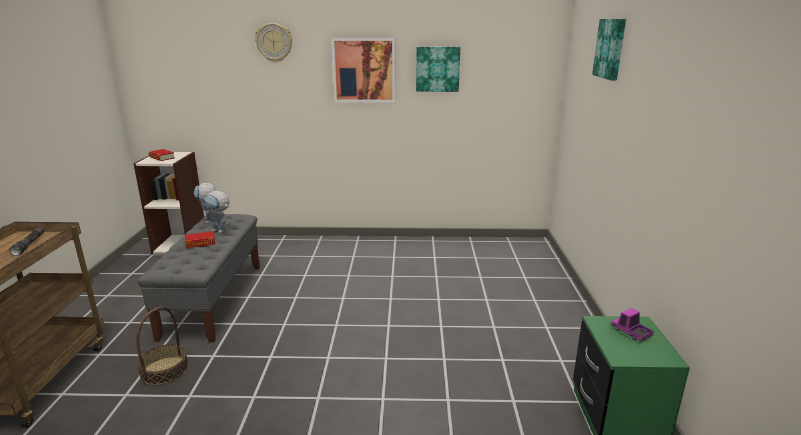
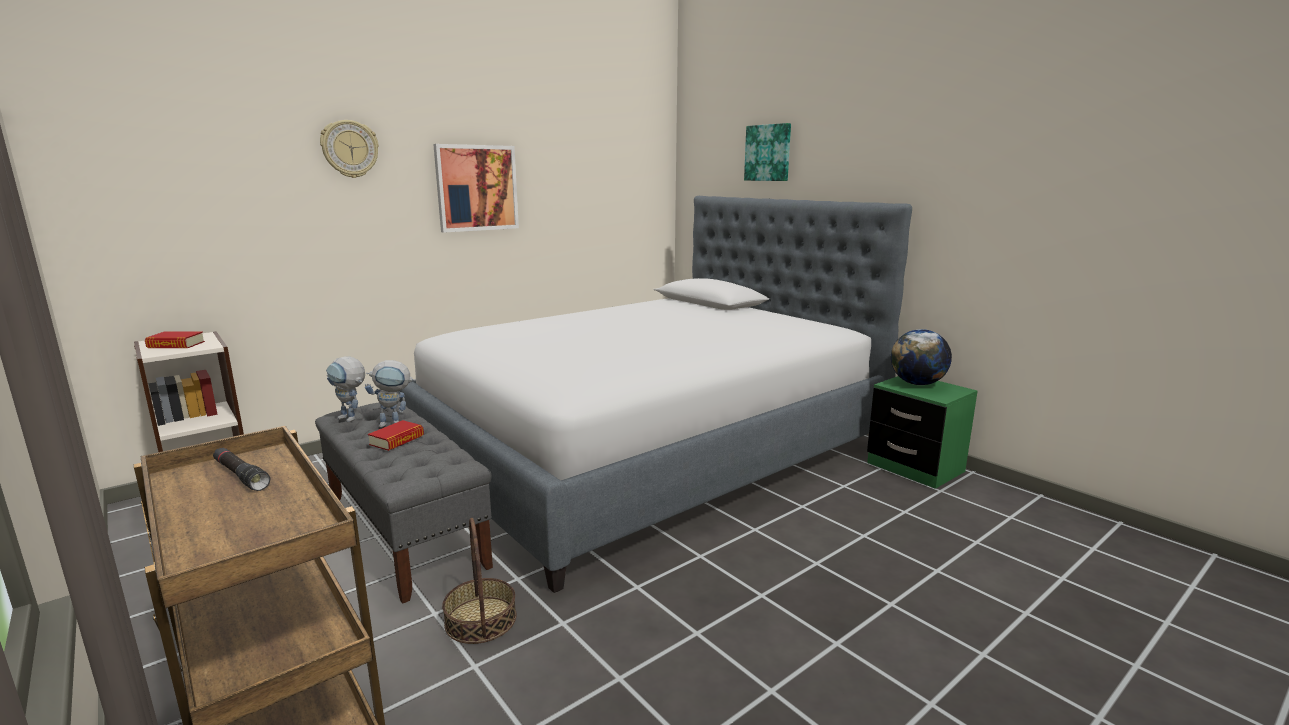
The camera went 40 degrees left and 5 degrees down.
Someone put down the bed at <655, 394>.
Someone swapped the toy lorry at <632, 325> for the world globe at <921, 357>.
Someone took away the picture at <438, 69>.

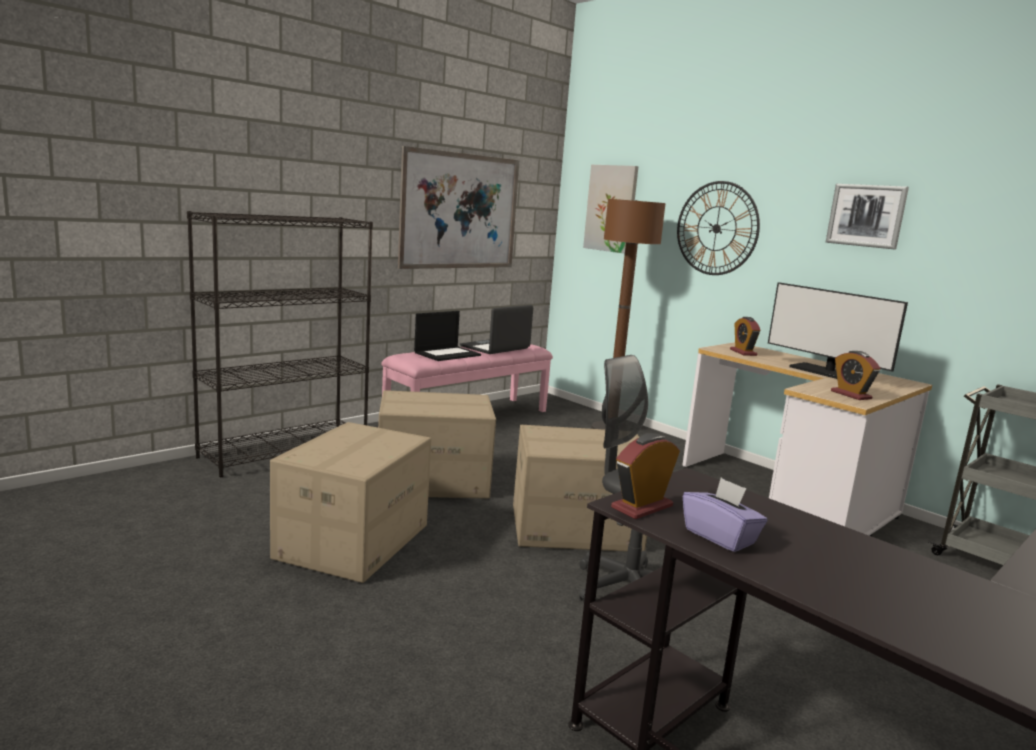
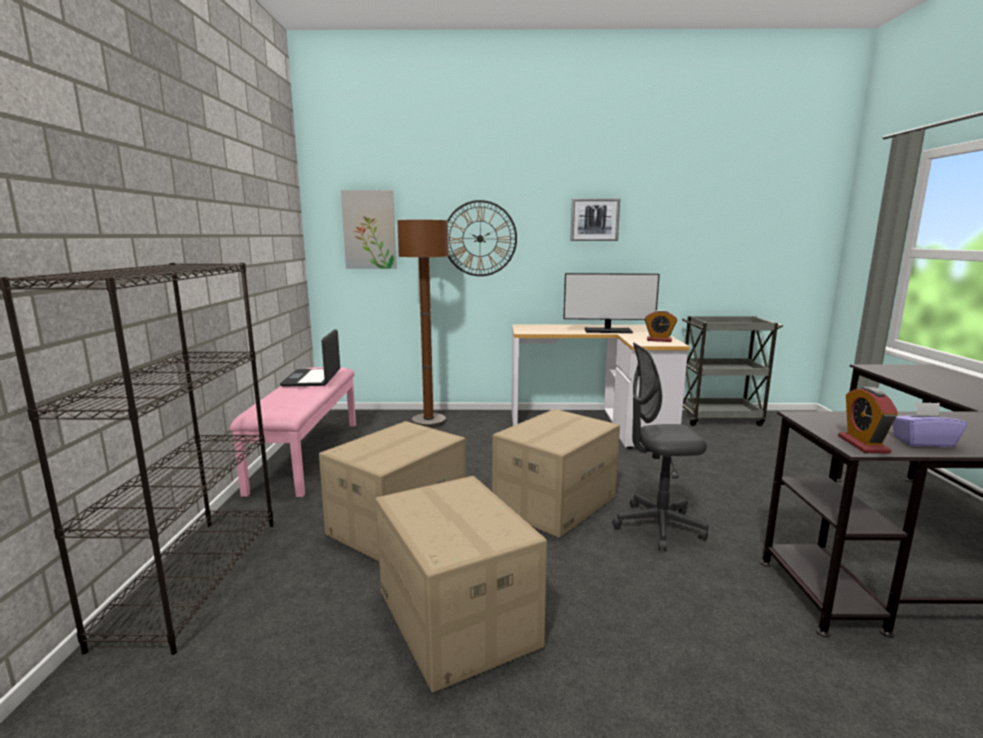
The camera went 45 degrees left and 0 degrees up.
Someone took away the picture at <458, 207>.
Someone took away the notebook computer at <447, 336>.
Someone took away the table clock at <745, 336>.

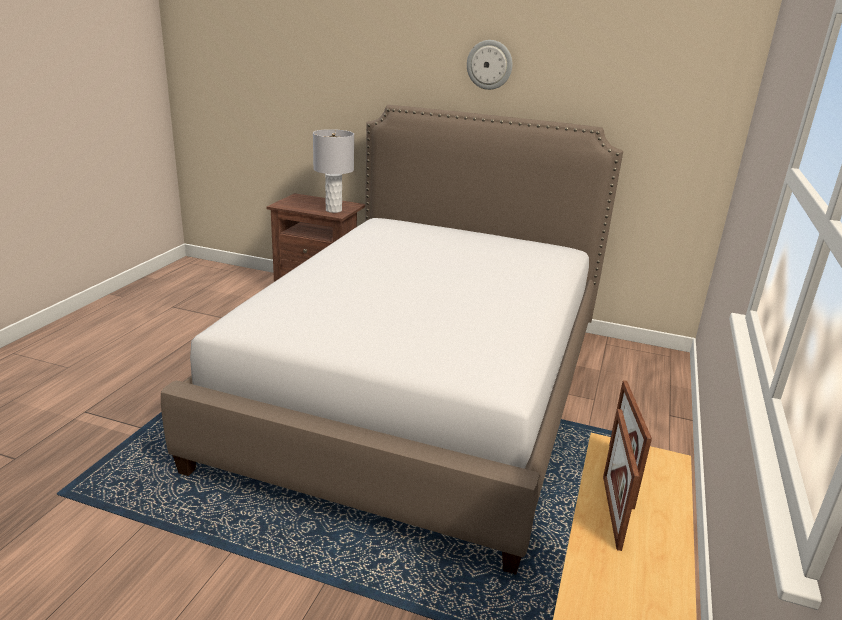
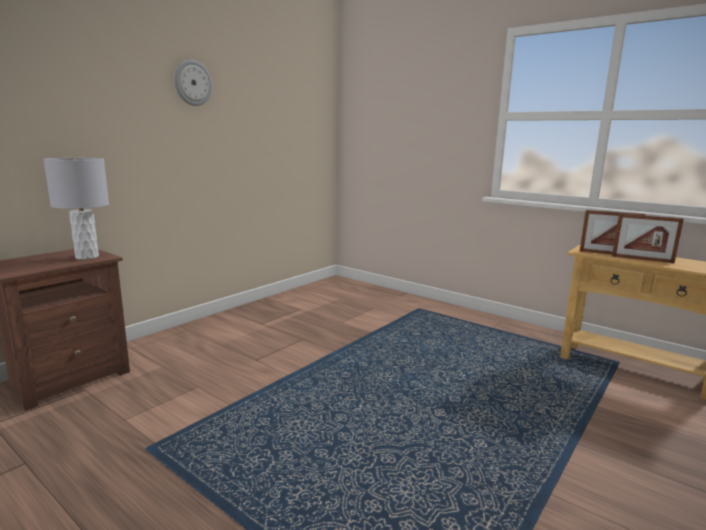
The camera went 70 degrees left and 10 degrees down.
Someone took away the bed at <392, 340>.

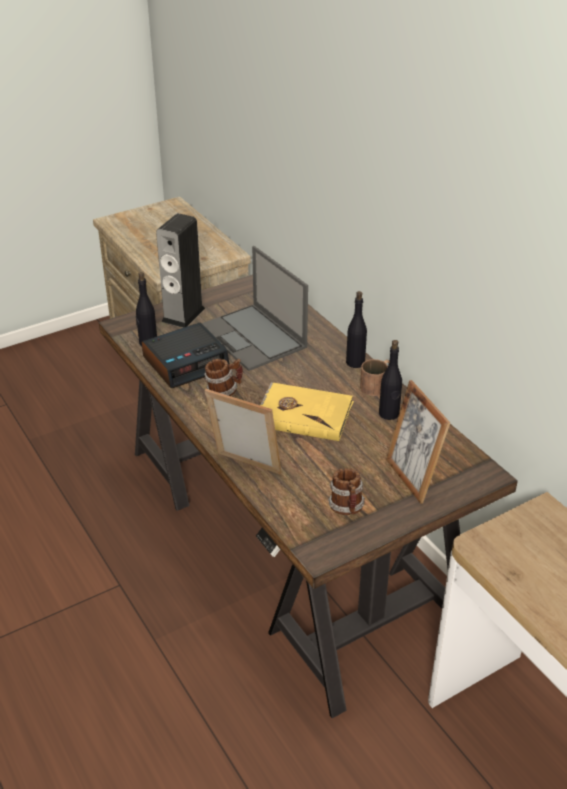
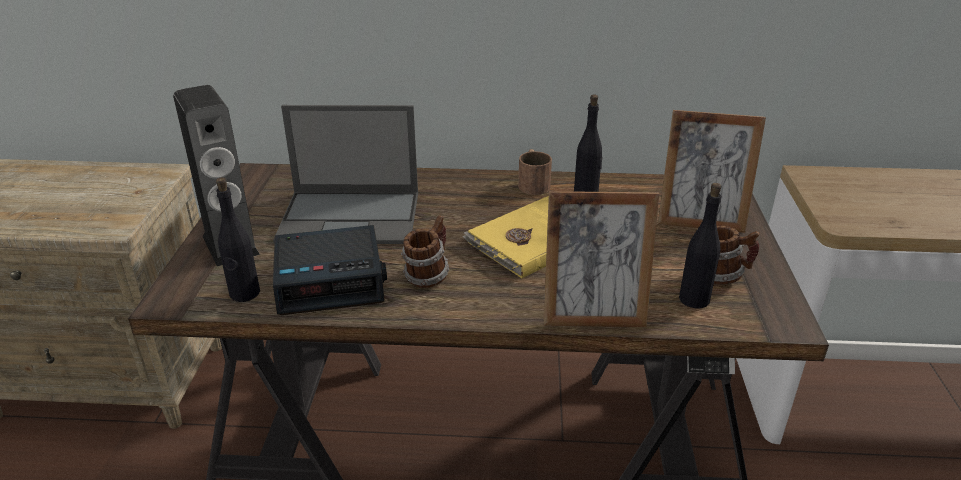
The camera went 55 degrees left and 5 degrees down.
Someone rotated the table clock at <185, 355> by 75 degrees clockwise.
Someone rotated the standing frame at <243, 431> by 150 degrees counterclockwise.
Someone carried the blackish beverage bottle from <356, 329> to <700, 246>.

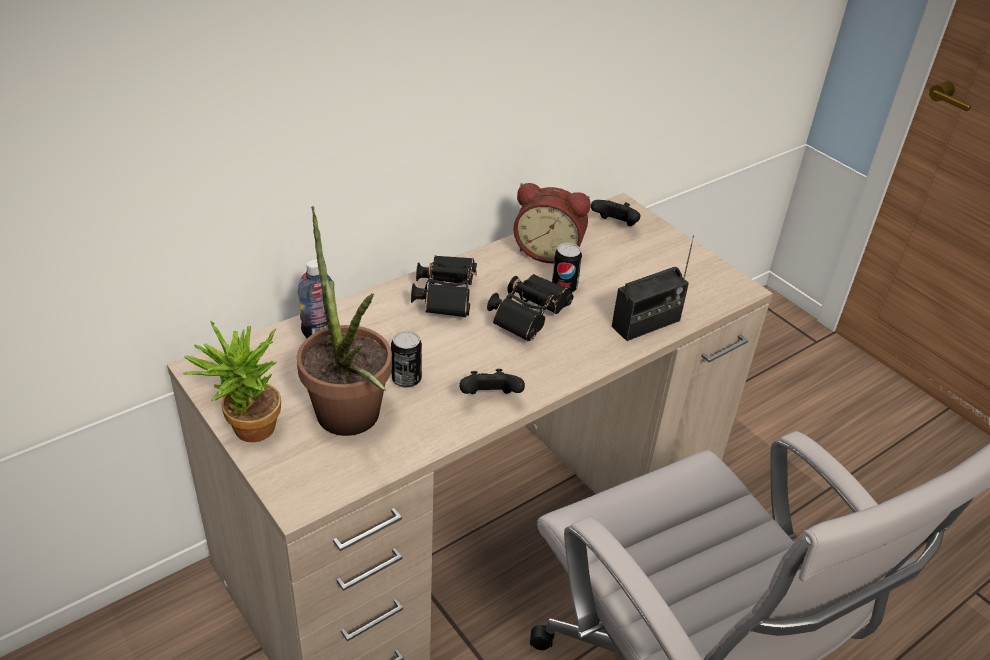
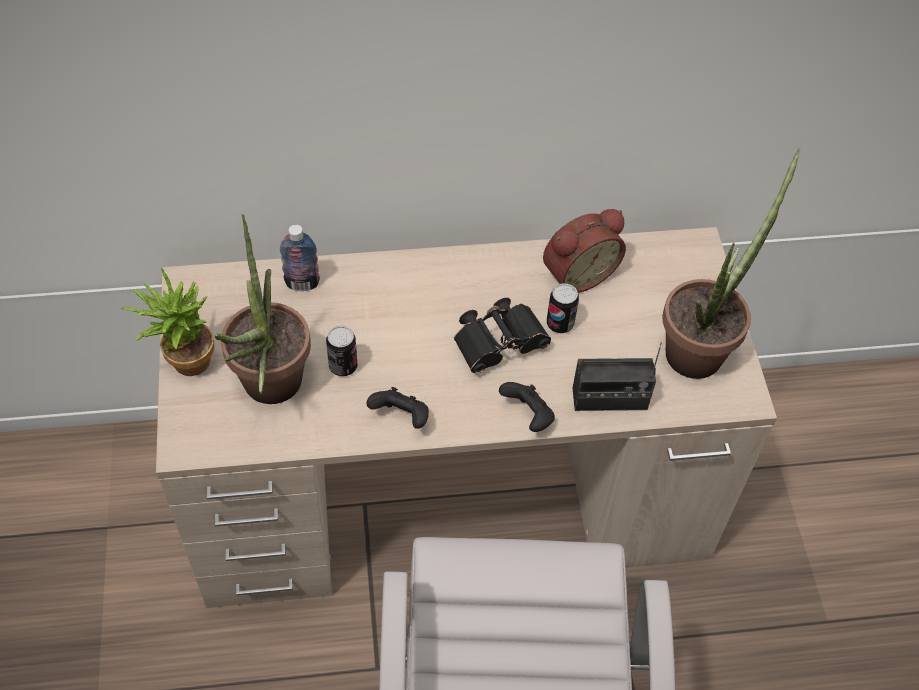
The camera went 30 degrees right and 15 degrees up.
Someone carried the blackish gamepad from <615, 213> to <527, 407>.
Someone rotated the table clock at <552, 223> by 75 degrees counterclockwise.
Someone put down the potted plant at <731, 263>.
Someone took away the blackish field glasses at <444, 286>.

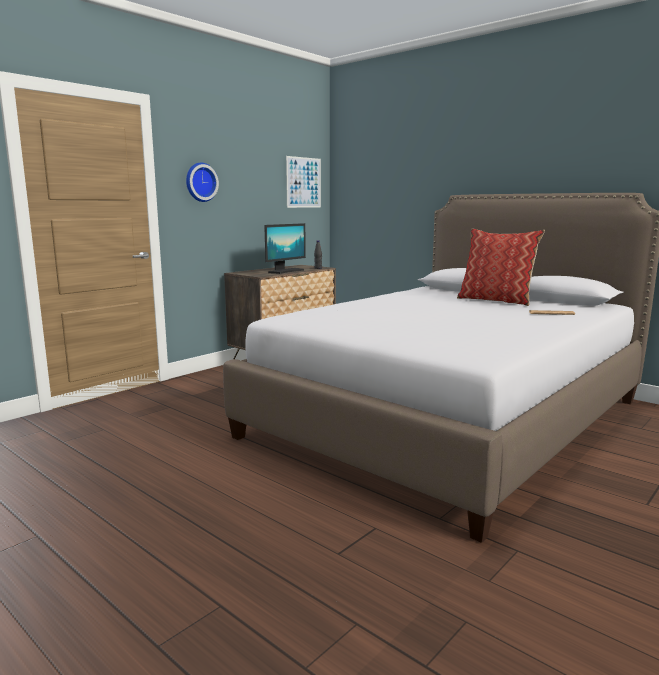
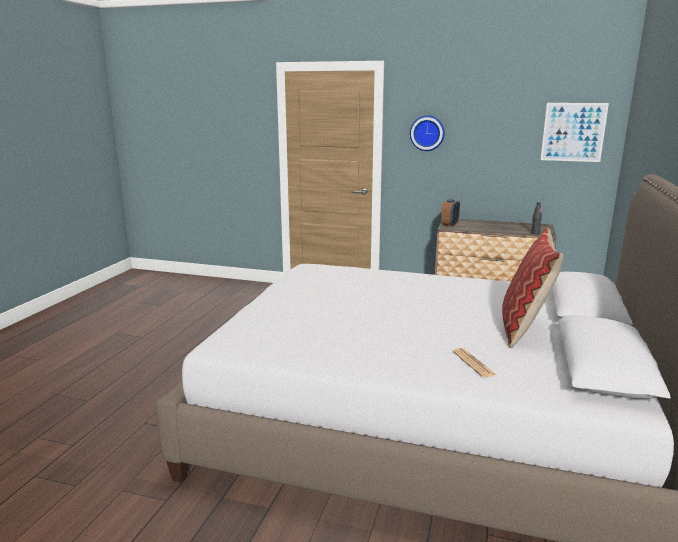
The camera went 65 degrees right and 5 degrees up.
Someone put down the table clock at <450, 213>.
Someone took away the monitor at <285, 248>.

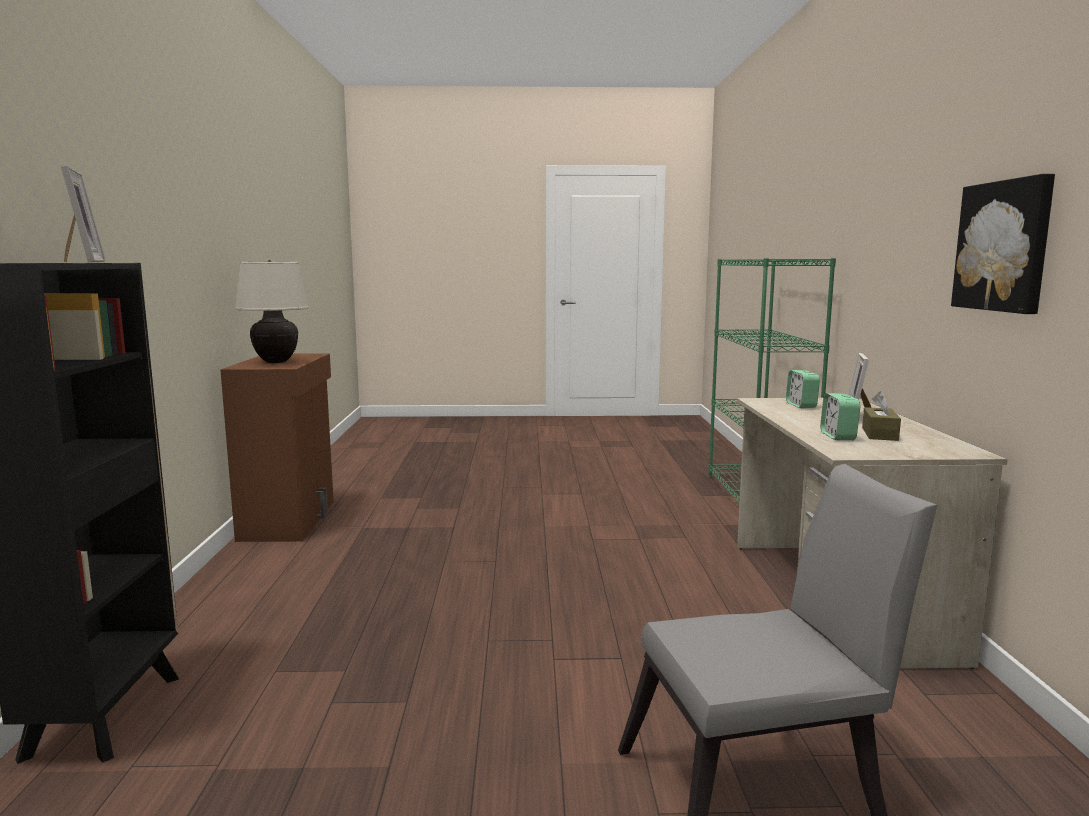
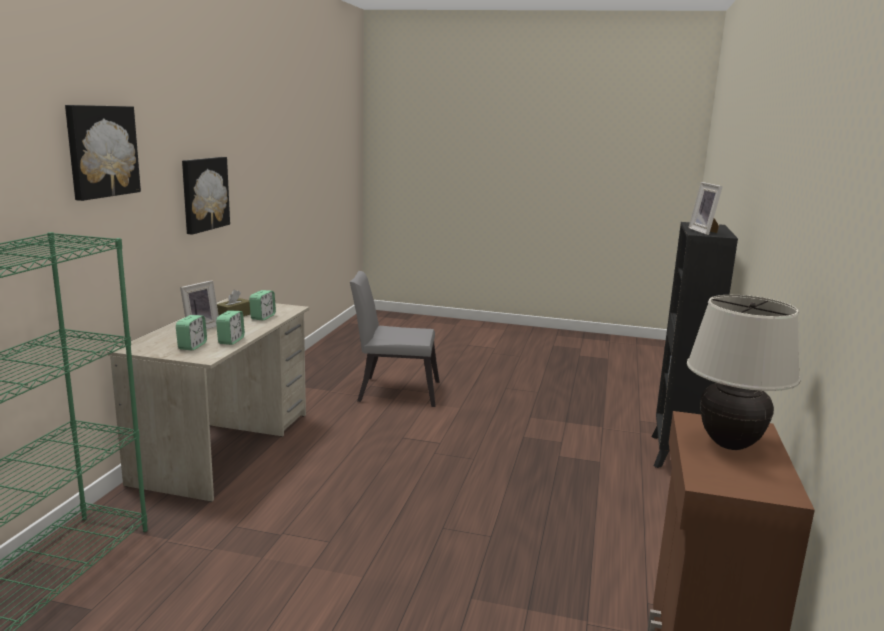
The camera went 165 degrees left and 5 degrees up.
Someone put up the picture at <103, 153>.
Someone put down the table clock at <230, 328>.

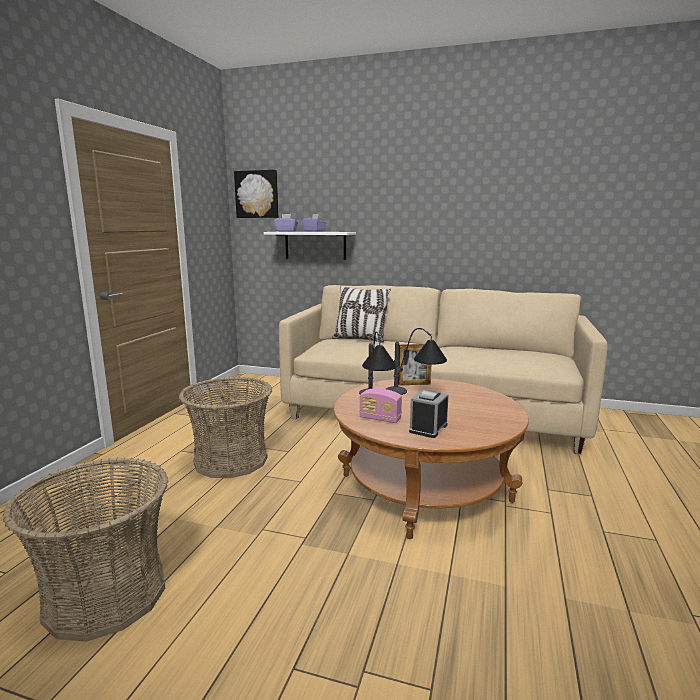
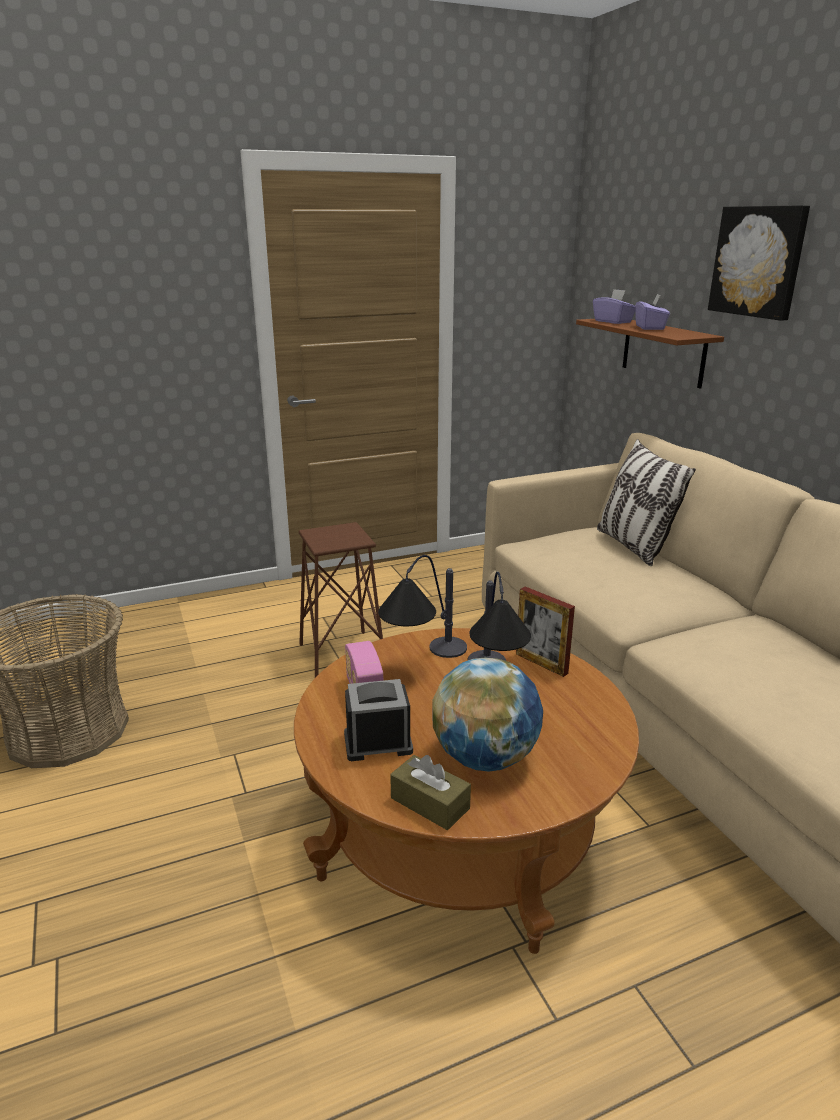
The camera went 50 degrees right and 10 degrees up.
Someone swapped the storage basket at <225, 427> for the brownish sitting stool at <341, 600>.
Someone put down the brownish box of tissues at <430, 792>.
Someone put down the world globe at <487, 714>.
Someone repainted the white bracket shelf at <310, 246>, which became the brownish bracket shelf at <650, 354>.
Someone carried the picture from <256, 194> to <759, 263>.

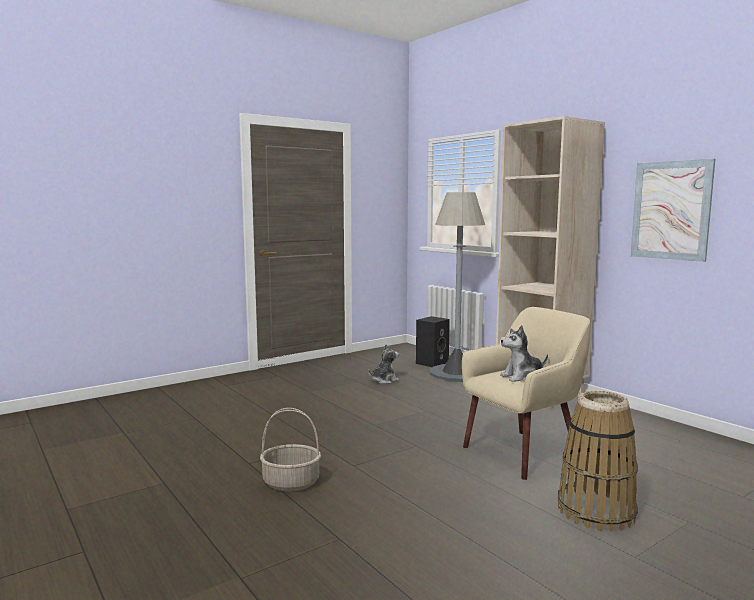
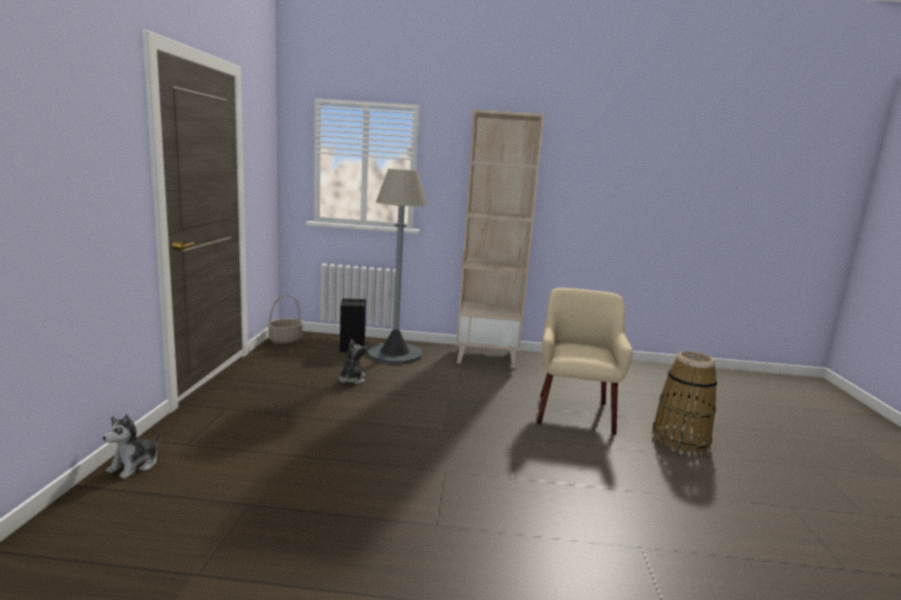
The camera went 50 degrees left and 5 degrees up.
Someone carried the plush toy from <524, 353> to <132, 446>.
Someone carried the storage basket from <290, 449> to <285, 319>.
Someone took away the picture at <673, 210>.

